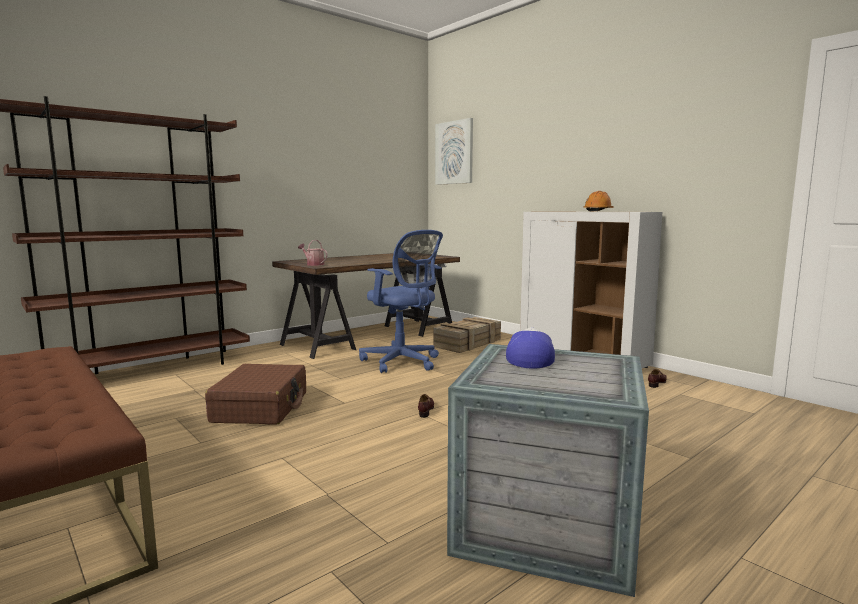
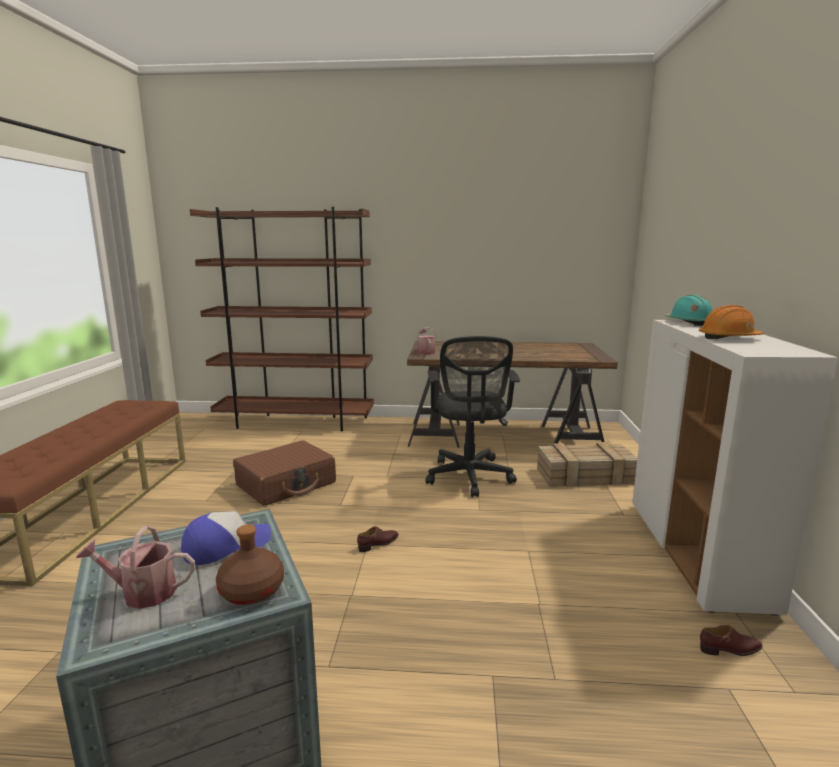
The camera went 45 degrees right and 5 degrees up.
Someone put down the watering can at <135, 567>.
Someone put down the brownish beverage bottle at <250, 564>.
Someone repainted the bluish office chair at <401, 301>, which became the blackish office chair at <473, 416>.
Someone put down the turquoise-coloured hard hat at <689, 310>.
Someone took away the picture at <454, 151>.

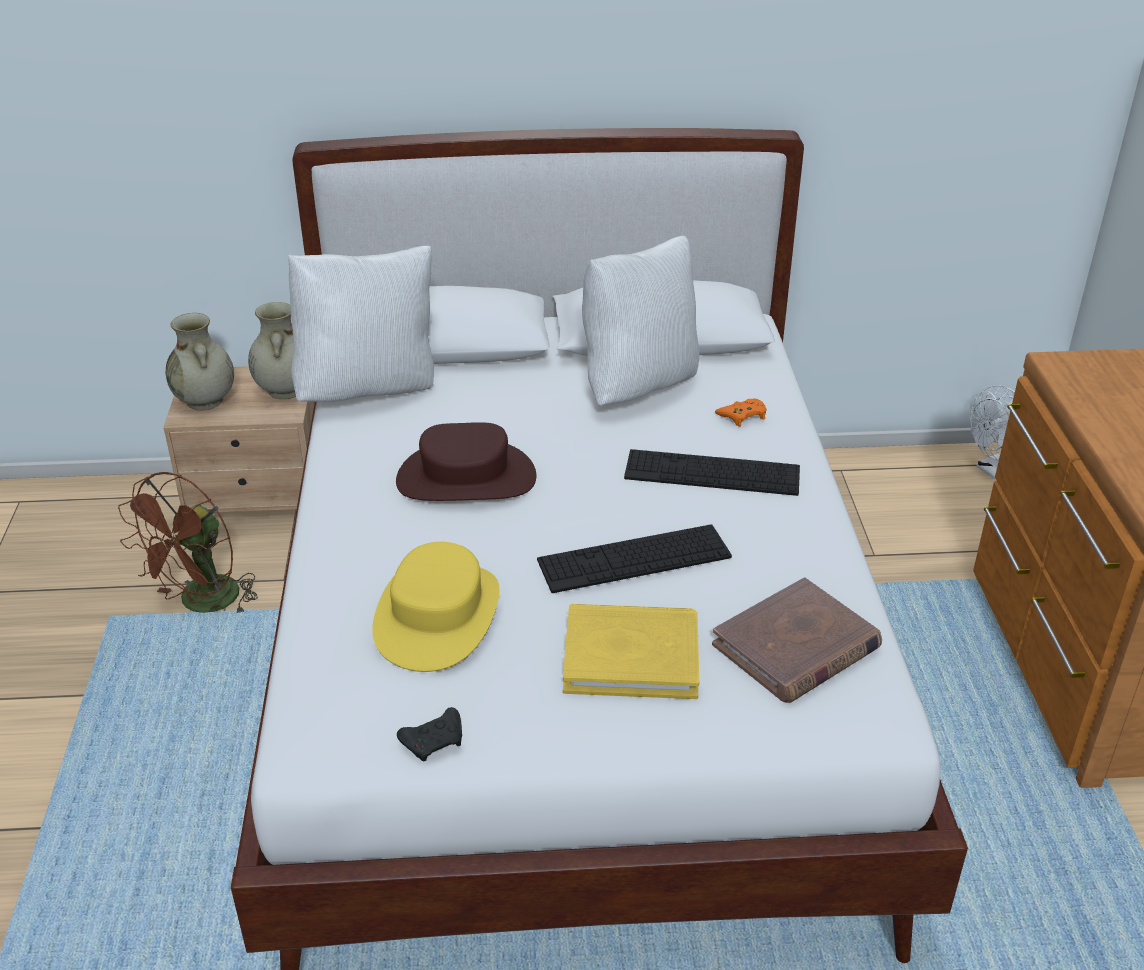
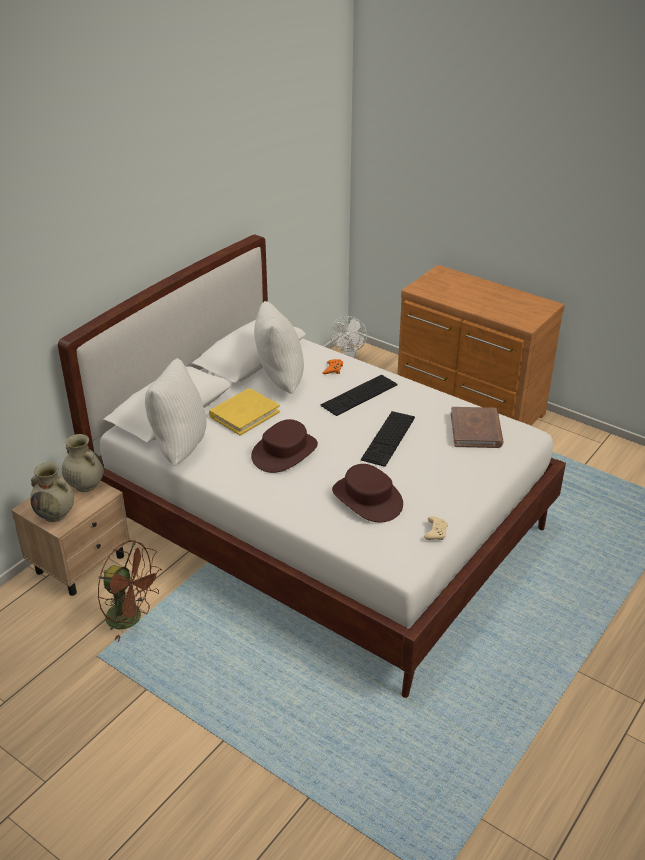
The camera went 50 degrees left and 0 degrees up.
Someone rotated the brownish cooling fan at <188, 542> by 45 degrees counterclockwise.
Someone carried the yellowish bound book from <631, 651> to <244, 412>.
Someone repainted the yellowish clothing hat at <436, 607>, which became the brownish clothing hat at <367, 493>.
Someone repainted the blackish gamepad at <429, 734>, which became the beige-coloured gamepad at <436, 528>.

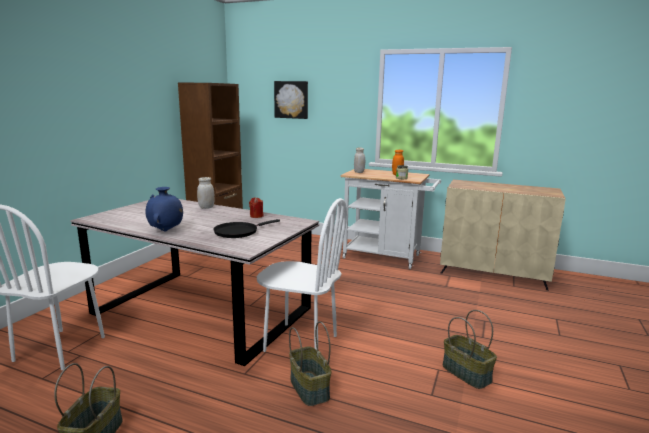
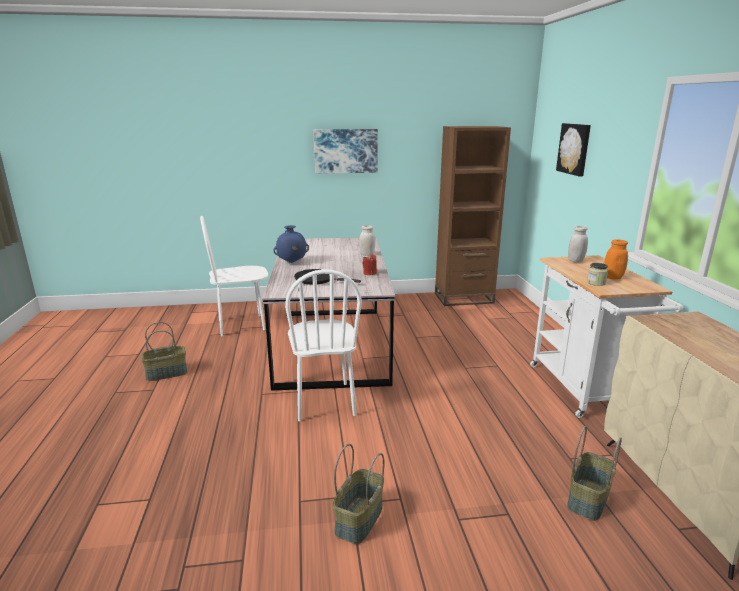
The camera went 60 degrees right and 5 degrees up.
Someone put up the picture at <345, 151>.
Someone carried the storage basket from <310, 364> to <594, 473>.

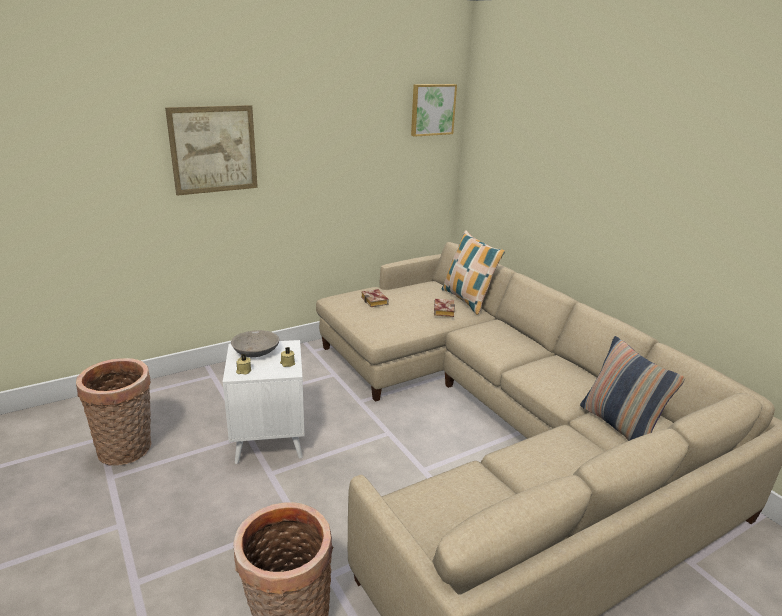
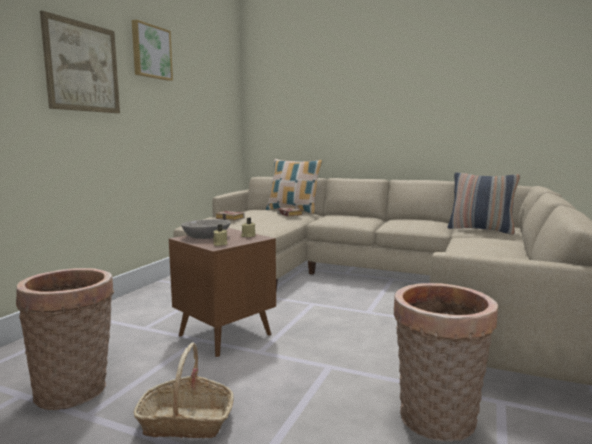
The camera went 35 degrees left and 15 degrees down.
Someone carried the picture from <434, 110> to <152, 50>.
Someone put down the storage basket at <184, 390>.
Someone repainted the white accent table at <264, 402>, which became the brownish accent table at <222, 293>.

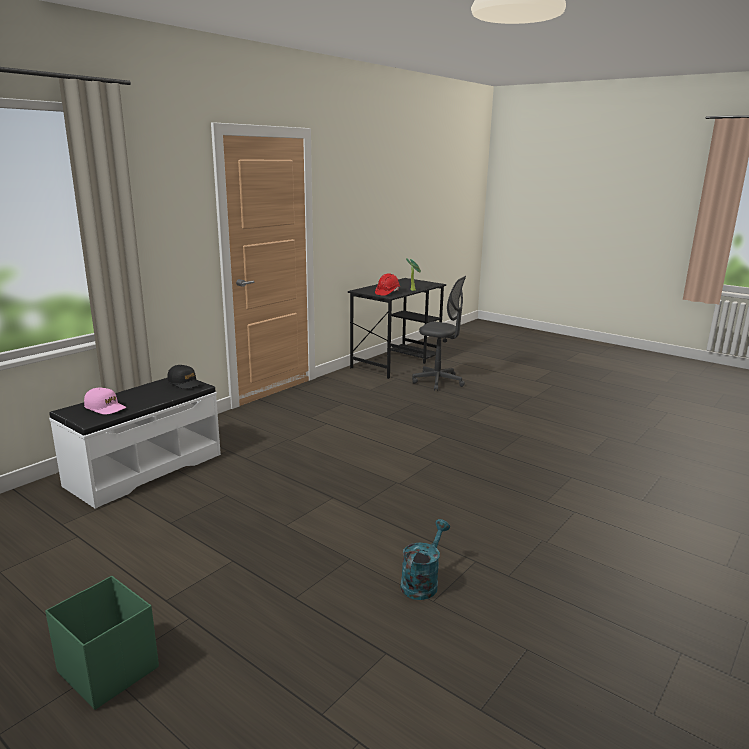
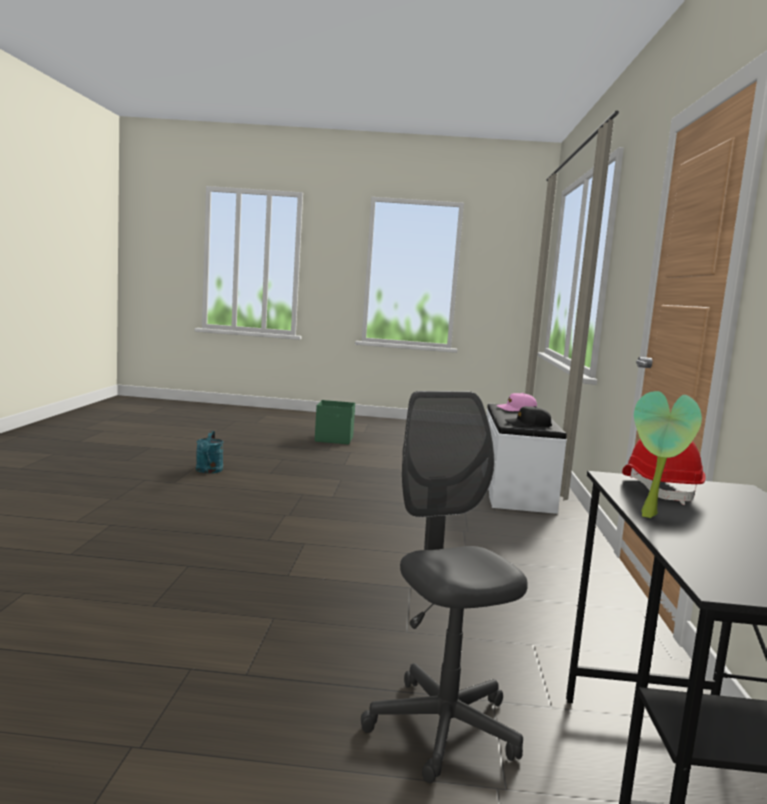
The camera went 145 degrees right and 10 degrees down.
Someone rotated the gray office chair at <439, 333> by 75 degrees clockwise.

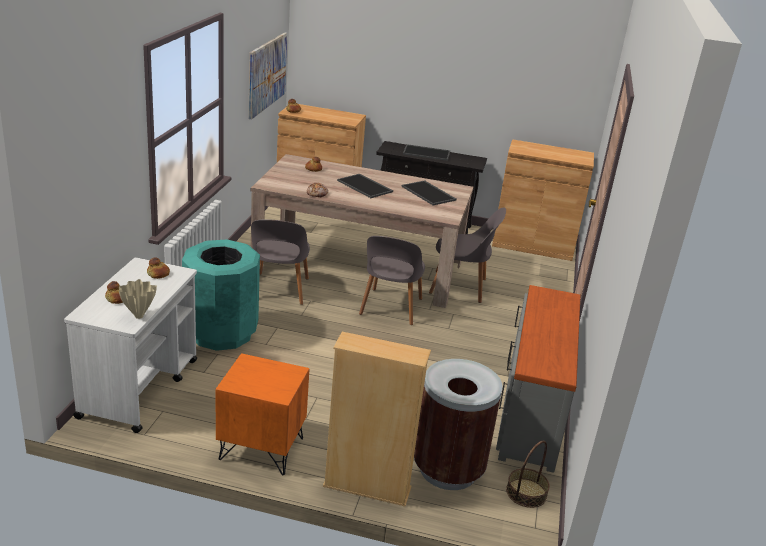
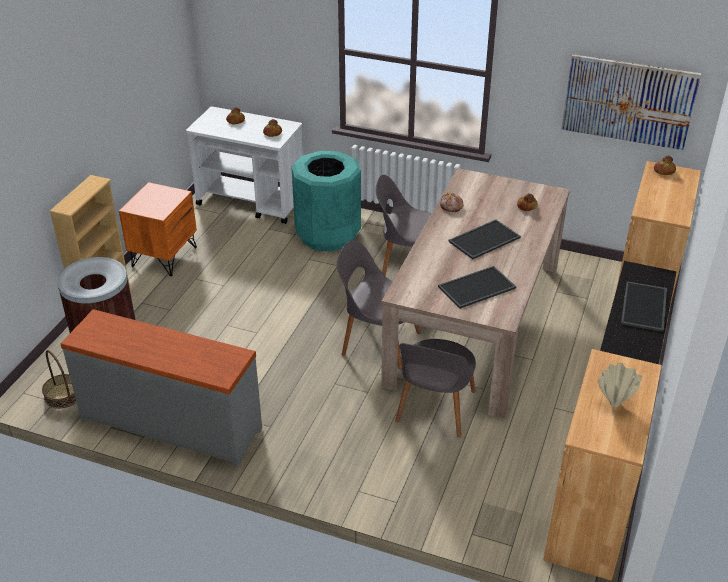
The camera went 100 degrees right and 10 degrees up.
Someone carried the beige-coloured decorative vase from <138, 299> to <620, 385>.

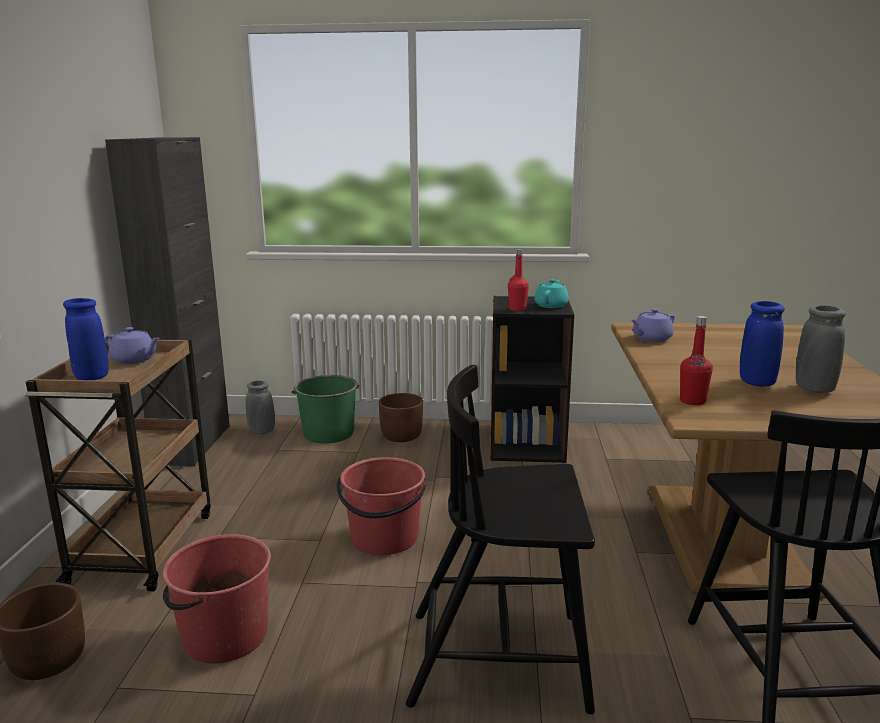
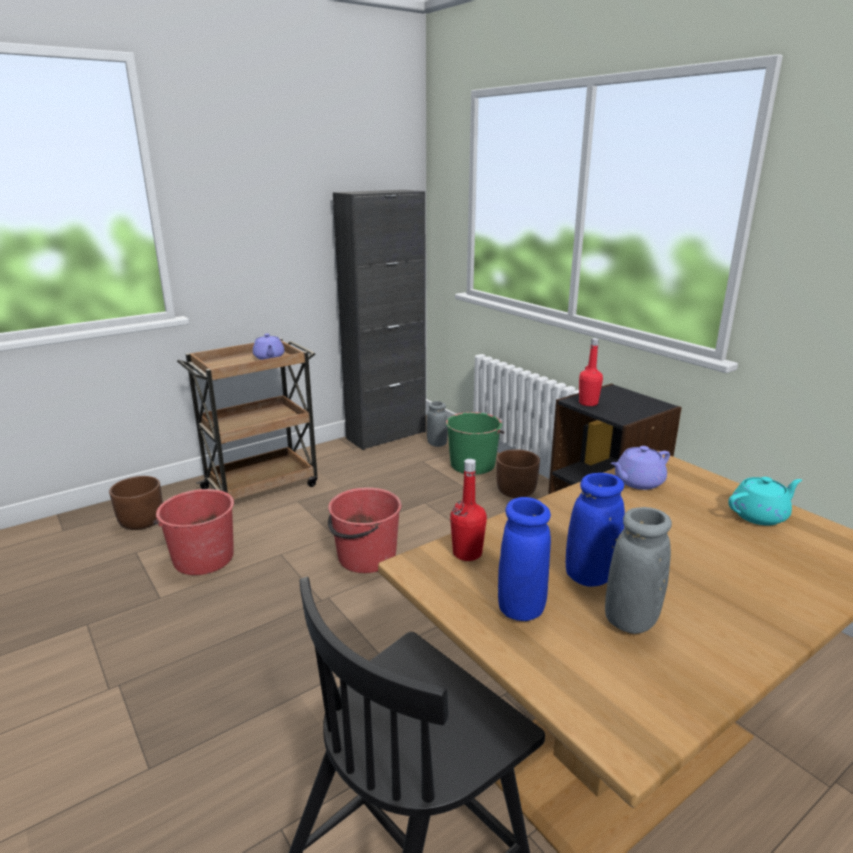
The camera went 50 degrees right and 5 degrees up.
Someone carried the bluish decorative vase from <86, 339> to <524, 559>.
Someone rotated the purplish teapot at <653, 325> by 45 degrees counterclockwise.
Someone carried the turquoise-coloured teapot from <551, 293> to <765, 501>.
Someone took away the blackish upright chair at <500, 539>.

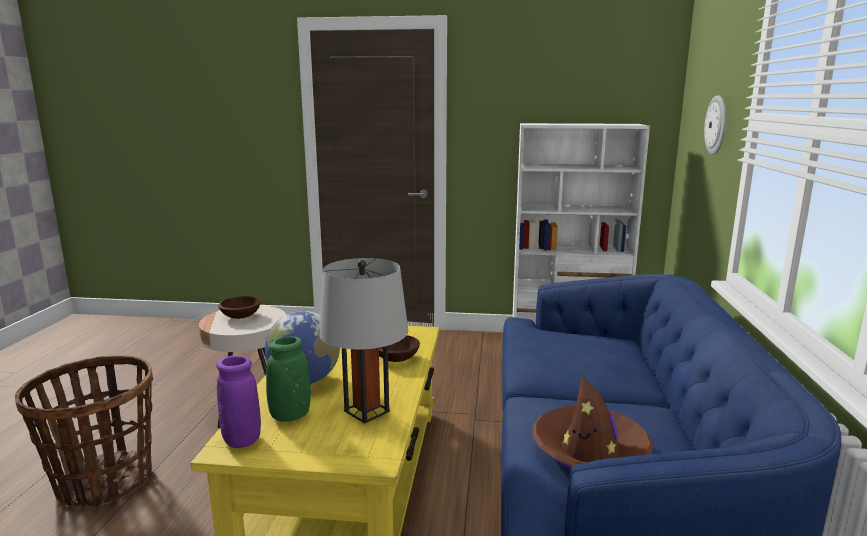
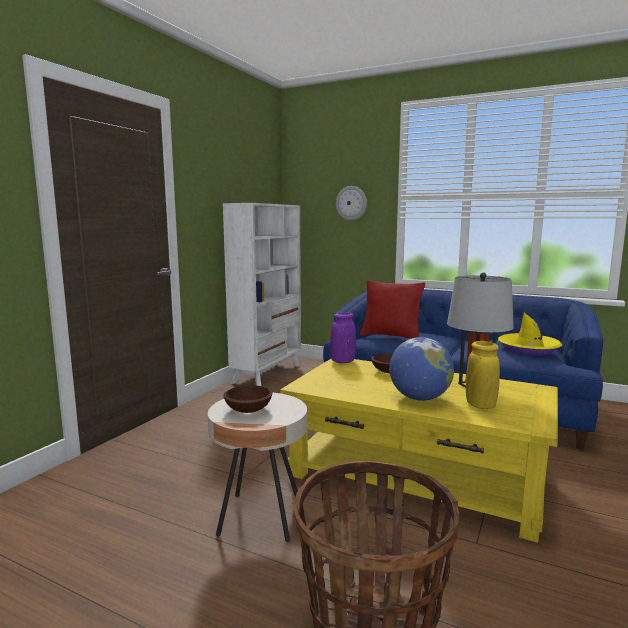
The camera went 70 degrees left and 5 degrees down.
Someone carried the purplish decorative vase from <238, 402> to <343, 338>.
Someone put down the reddish pillow at <392, 309>.
Someone repainted the green decorative vase at <288, 379>, which became the yellowish decorative vase at <483, 375>.
Someone repainted the brownish clothing hat at <593, 422>, which became the yellowish clothing hat at <530, 334>.

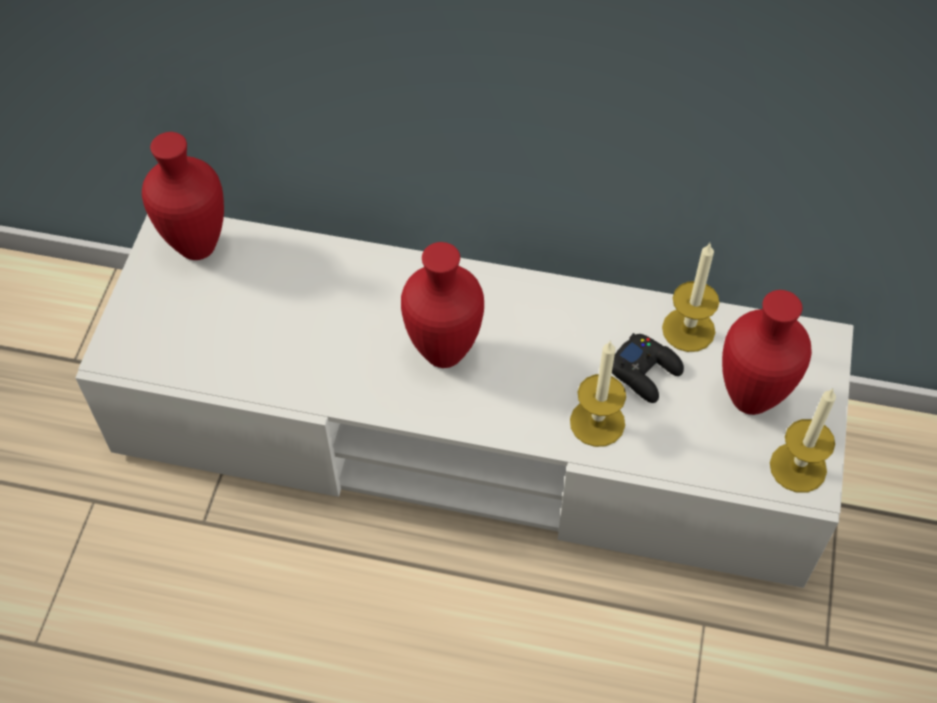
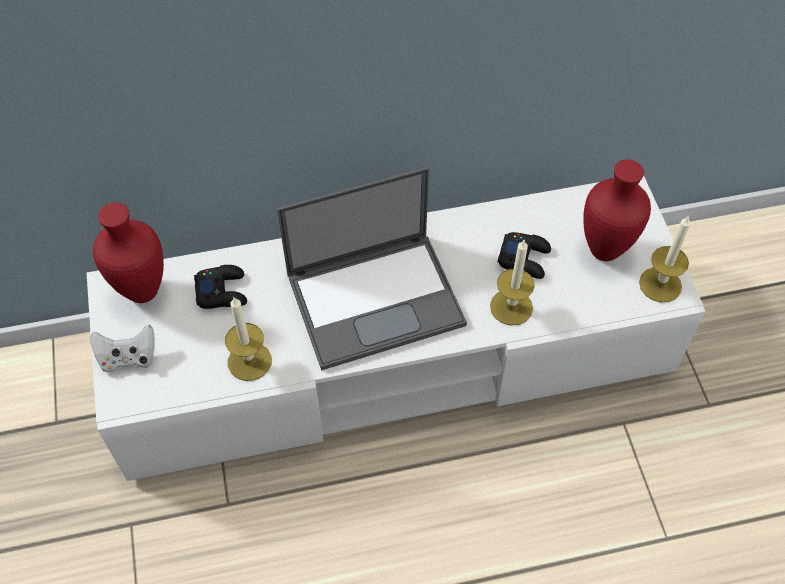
The camera went 25 degrees left and 0 degrees up.
Someone put down the white gamepad at <122, 349>.
Someone put down the blackish gamepad at <220, 287>.
Someone carried the wax candle from <690, 297> to <248, 339>.
Someone swapped the reddish decorative vase at <442, 305> for the notebook computer at <372, 269>.

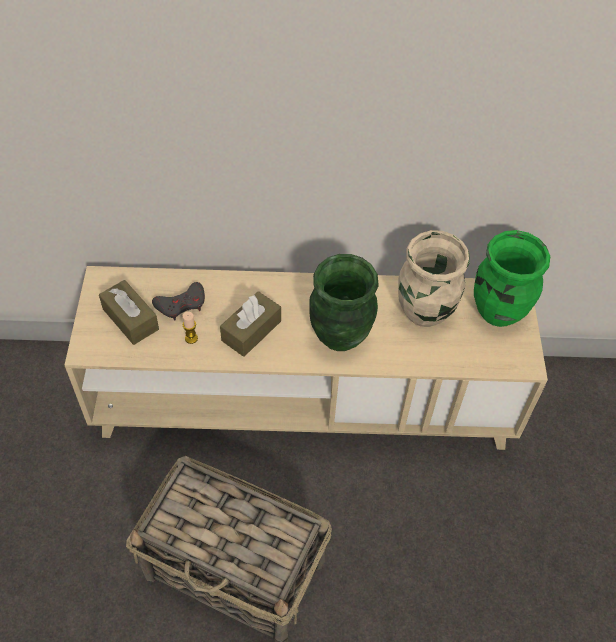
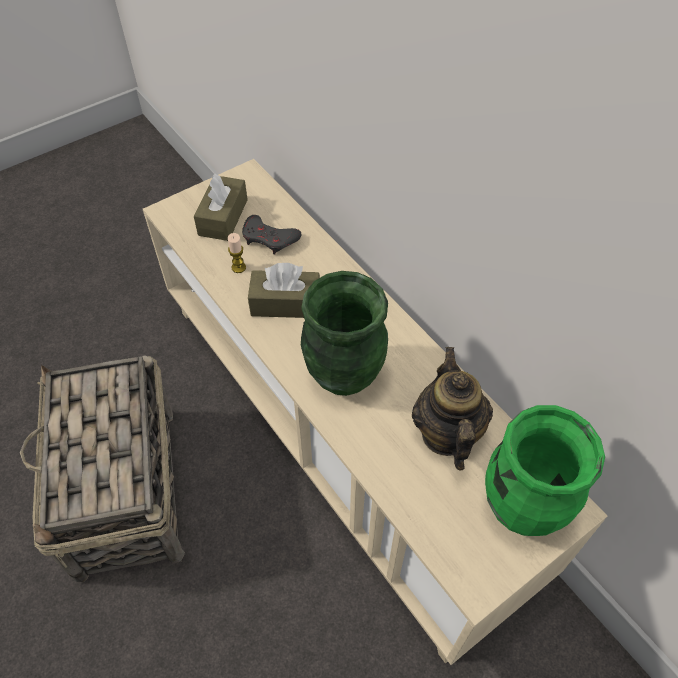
The camera went 55 degrees right and 0 degrees up.
Someone swapped the beige-coloured decorative vase at <434, 278> for the teapot at <452, 408>.

